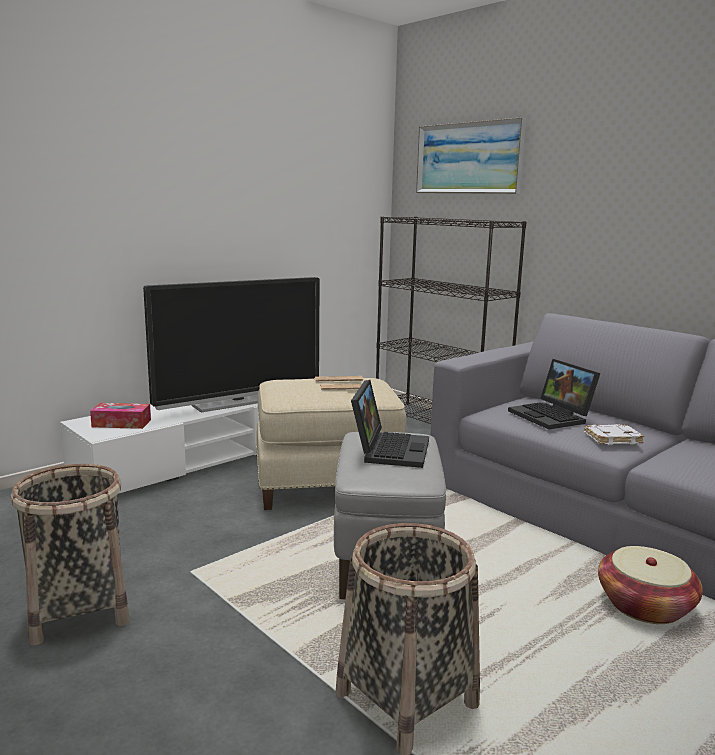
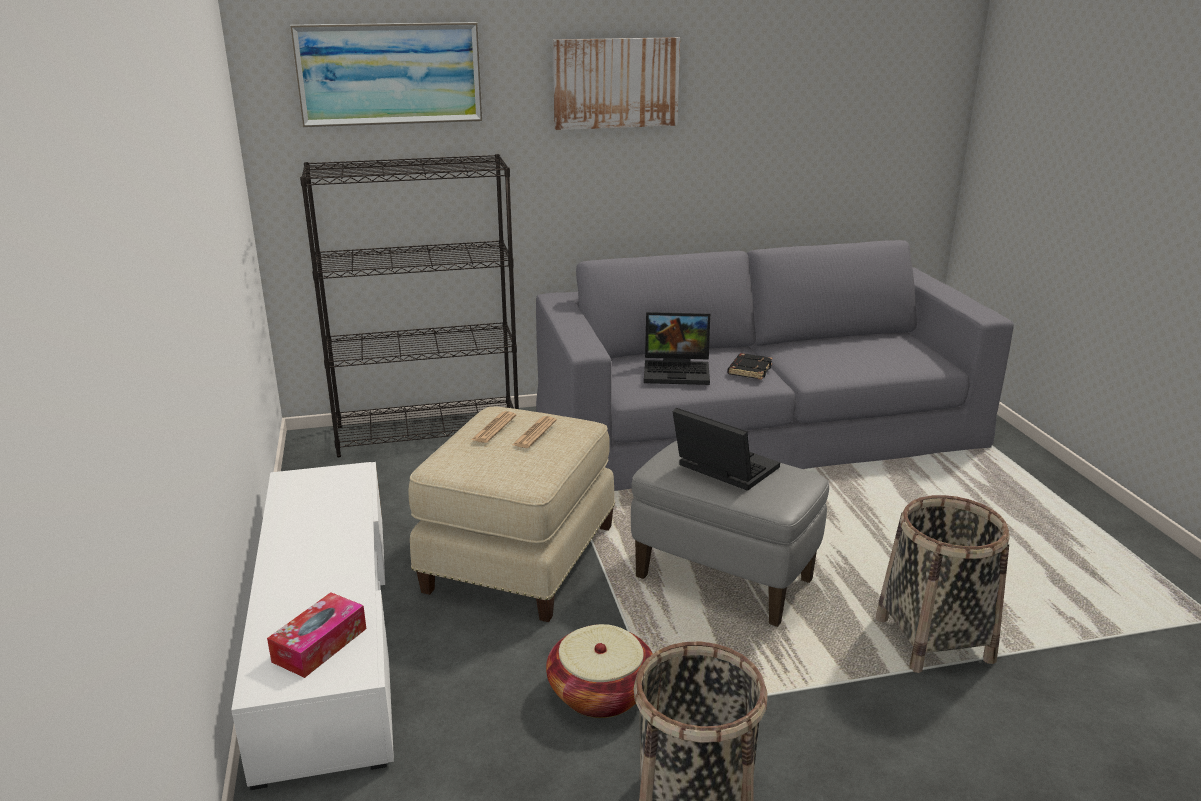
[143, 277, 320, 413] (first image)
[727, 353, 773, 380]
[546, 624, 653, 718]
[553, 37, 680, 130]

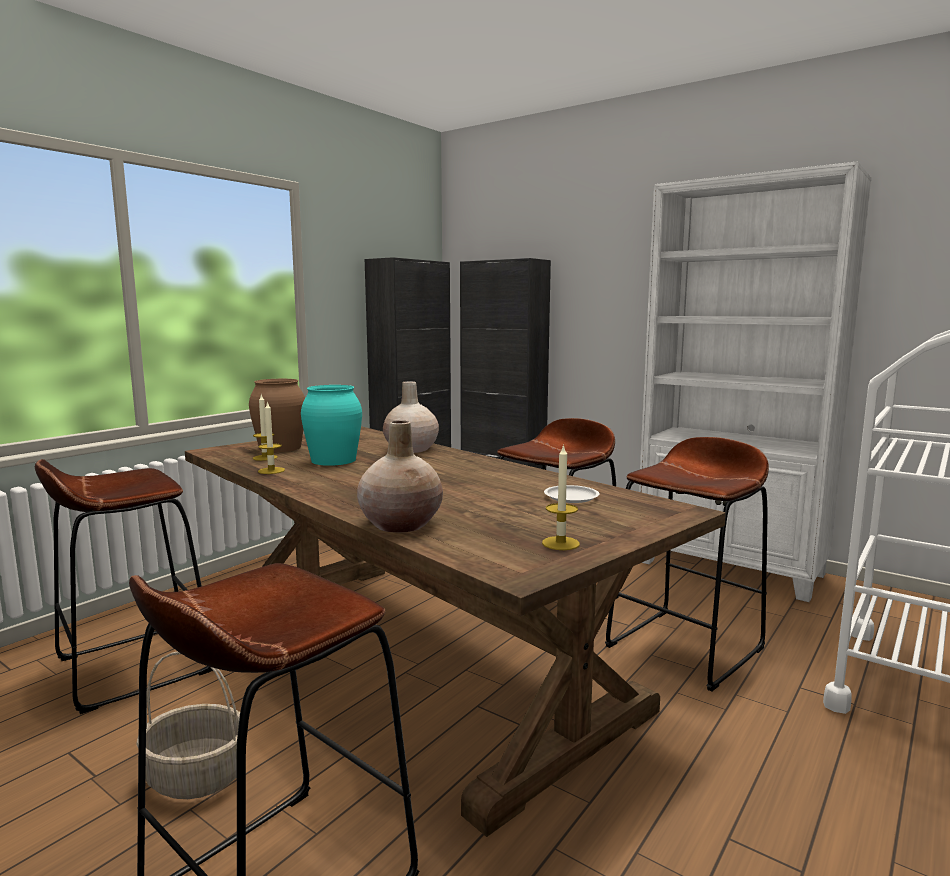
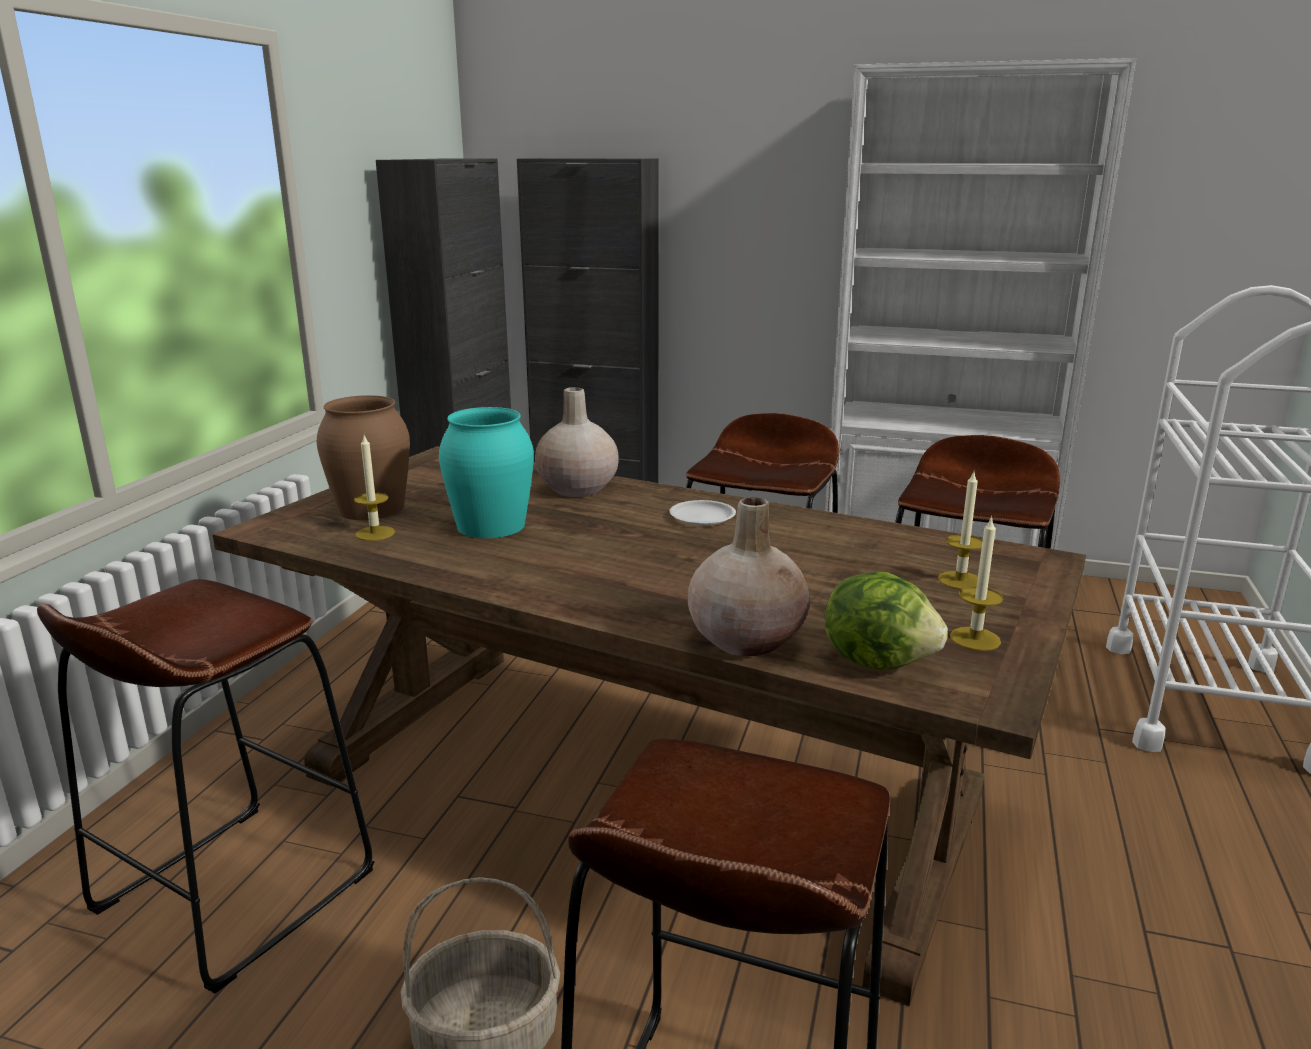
[938, 472, 983, 590]
[669, 500, 736, 526]
[825, 572, 948, 670]

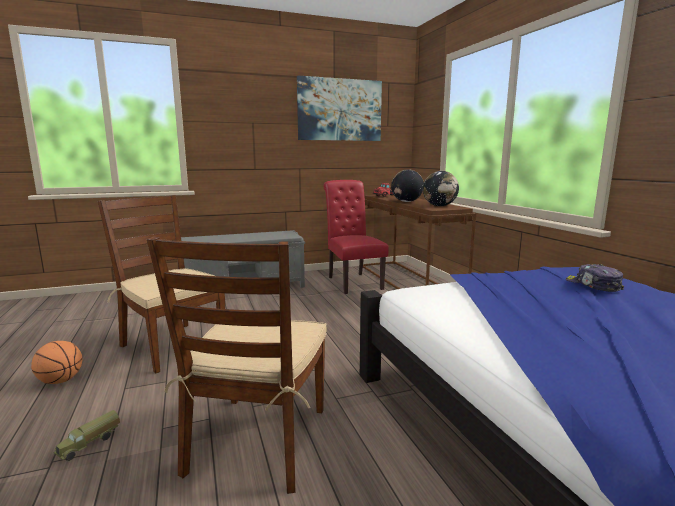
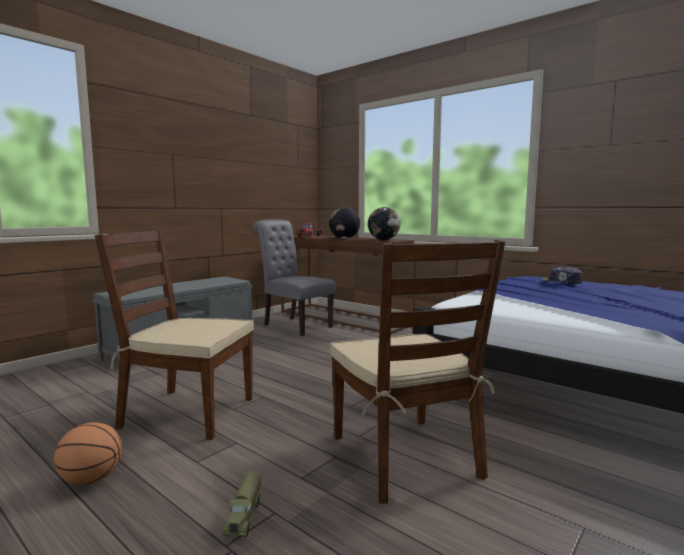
[297, 76, 382, 141] (first image)
[253, 219, 336, 336]

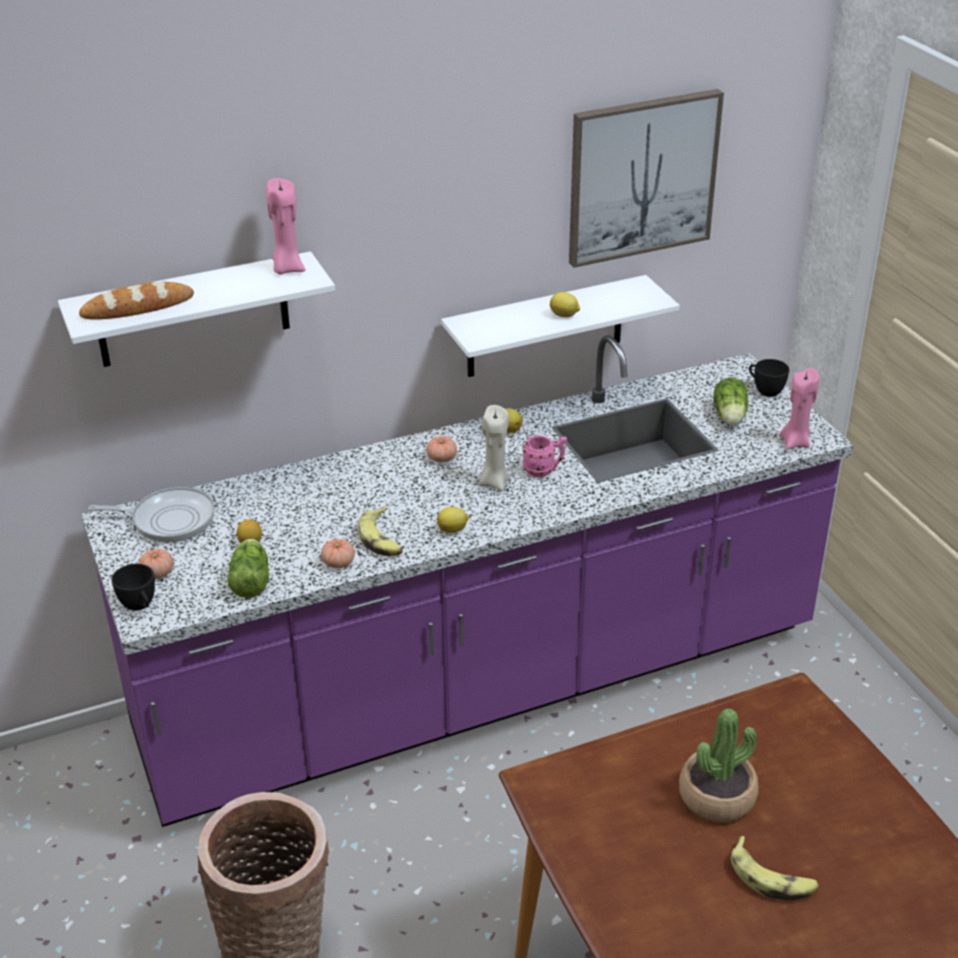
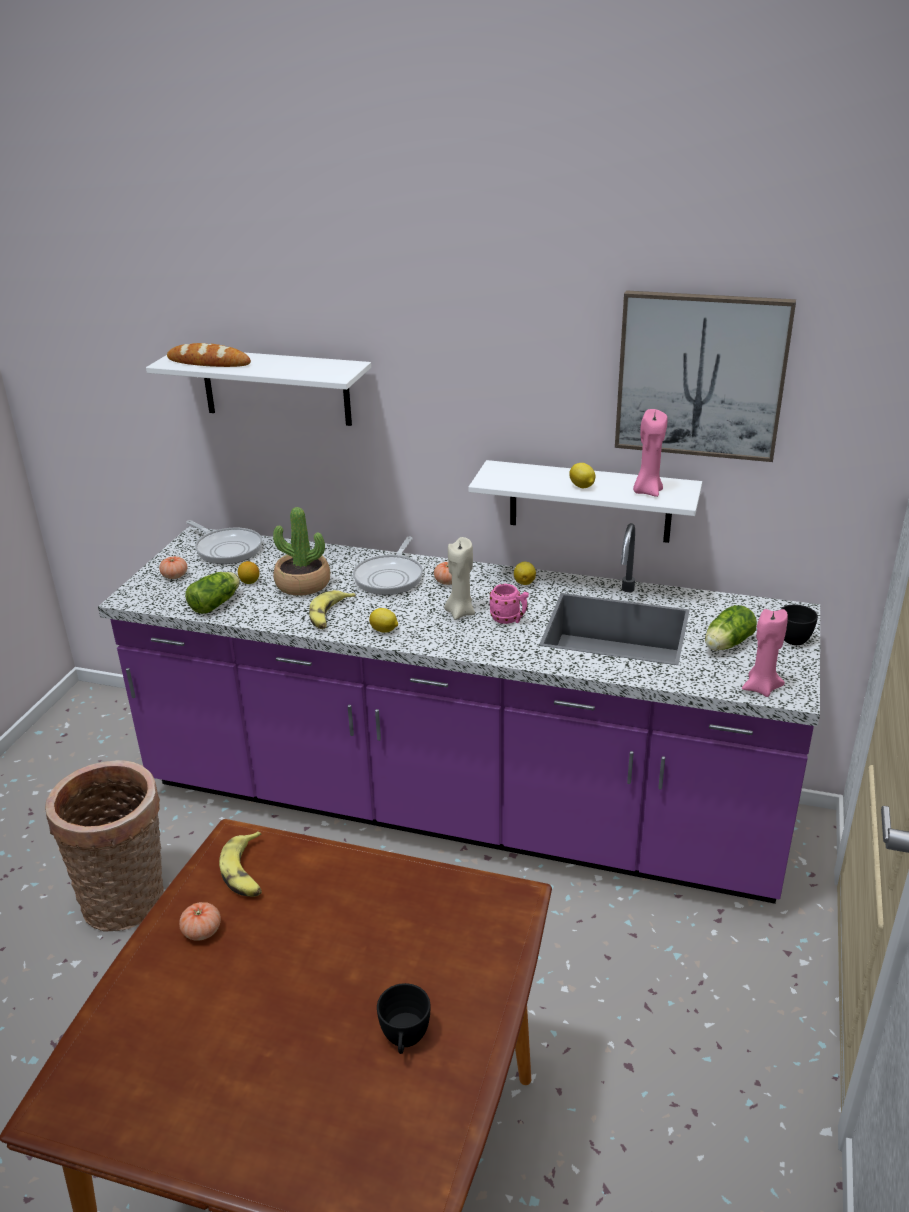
[633, 409, 668, 497]
[179, 902, 221, 941]
[377, 983, 430, 1054]
[273, 507, 330, 596]
[219, 831, 262, 897]
[353, 537, 423, 595]

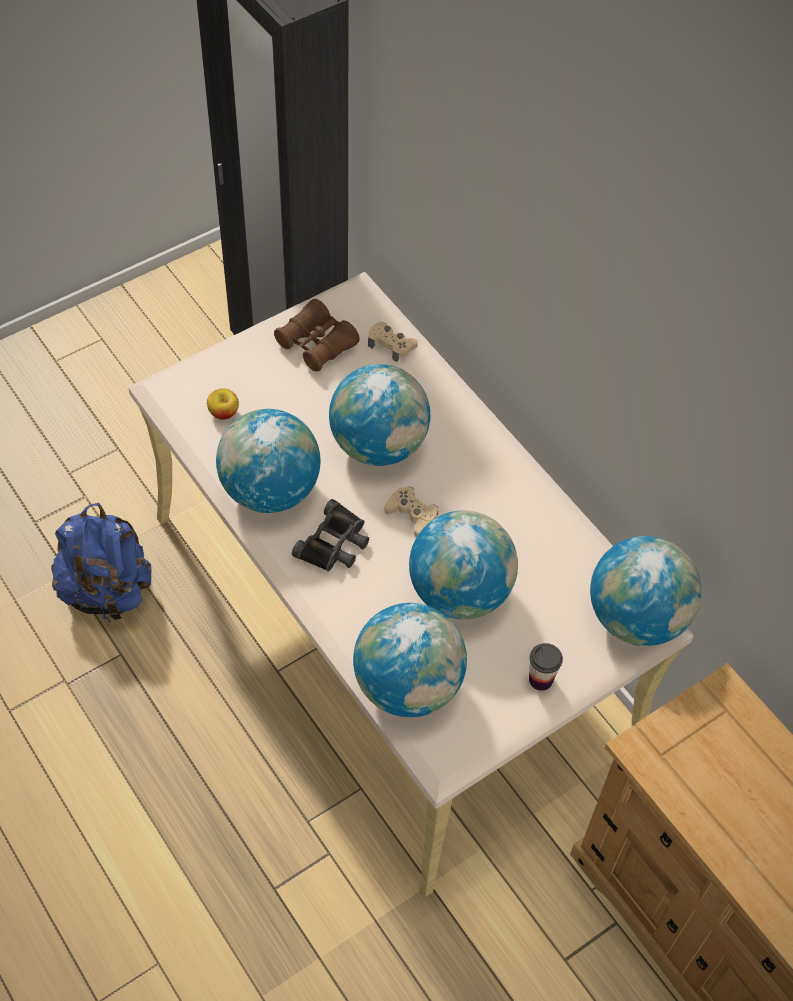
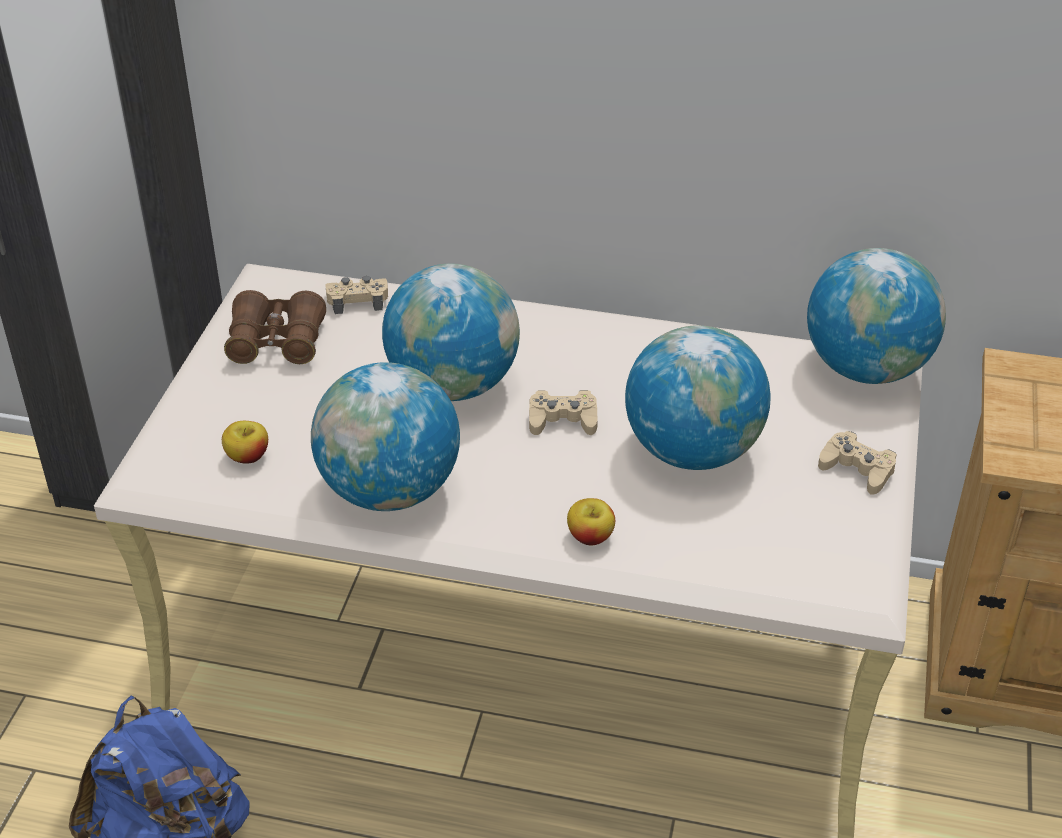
[292, 499, 369, 572] (first image)
[353, 603, 467, 717] (first image)
[818, 431, 897, 495]
[567, 498, 615, 545]

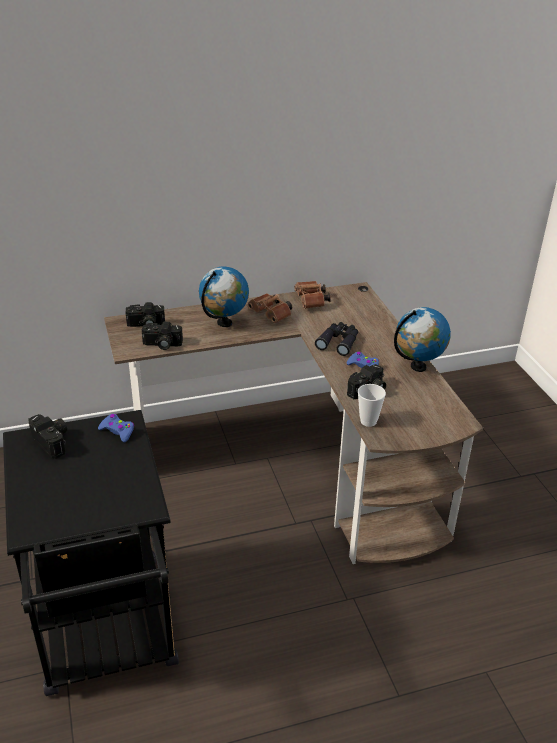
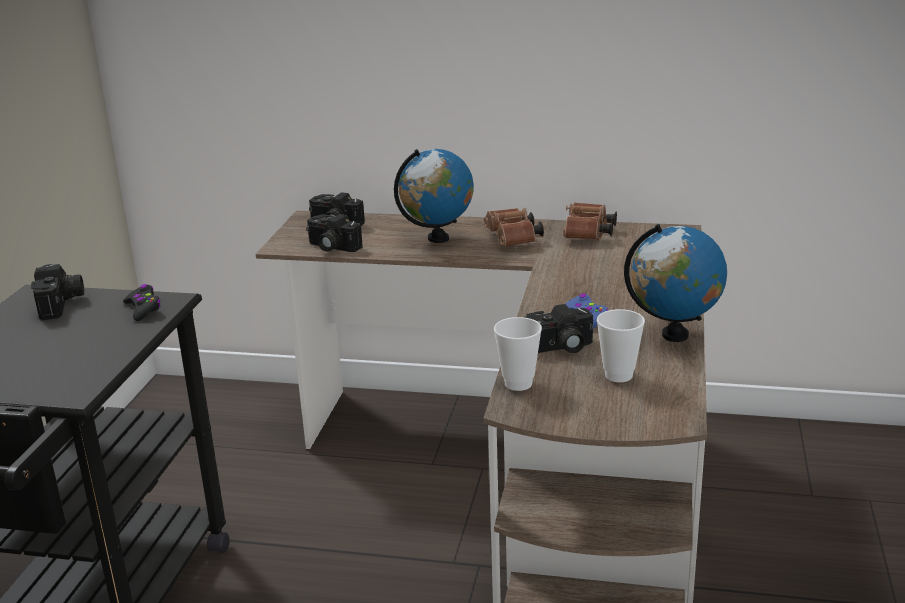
[315, 322, 358, 356] (first image)
[123, 284, 161, 321]
[597, 309, 645, 382]

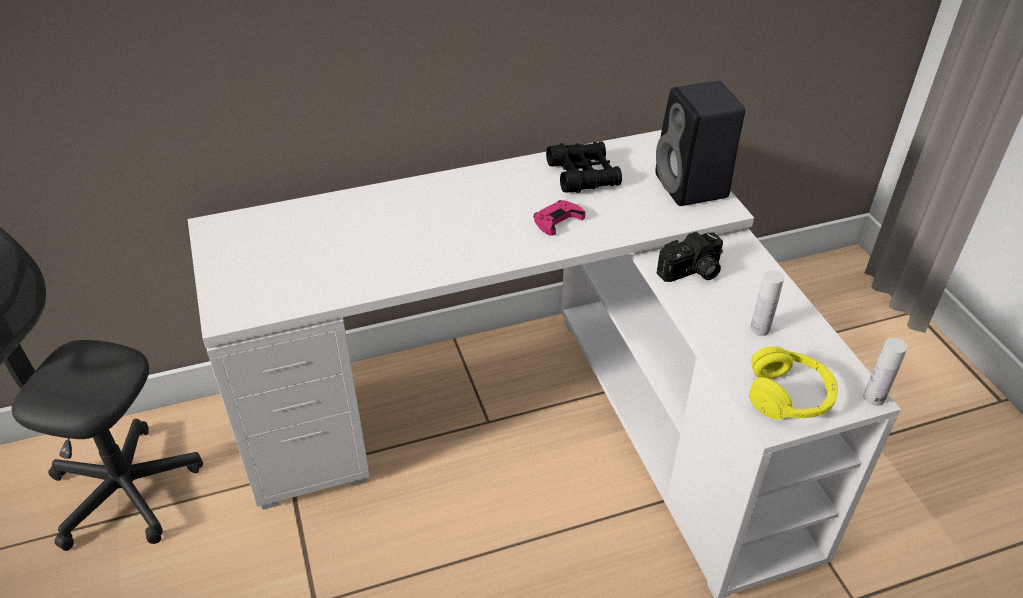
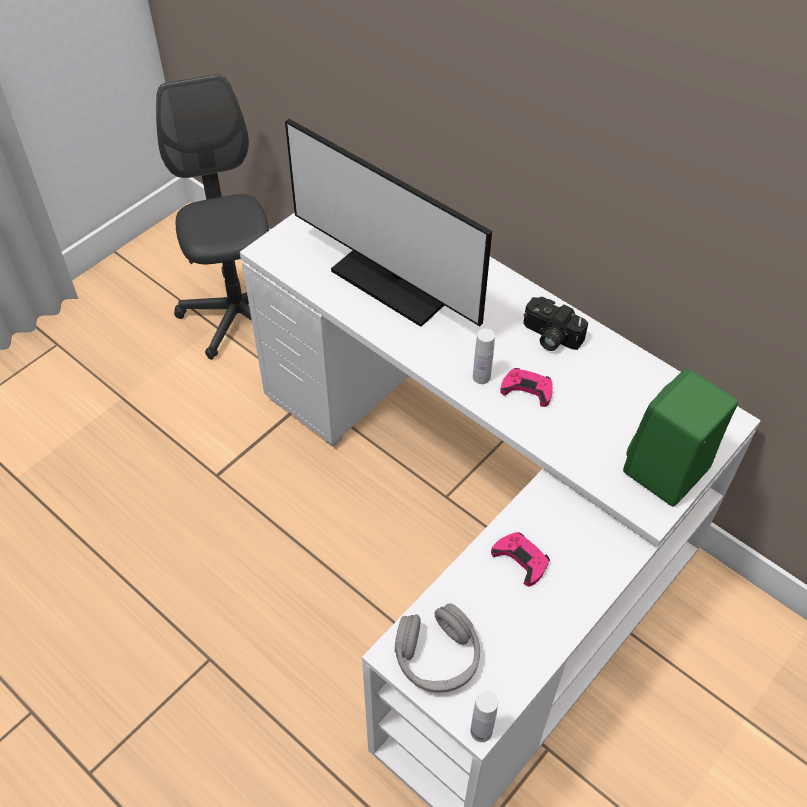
[623, 368, 738, 506]
[546, 141, 622, 193] (first image)
[523, 297, 588, 351]
[473, 328, 495, 384]
[395, 603, 480, 693]
[285, 118, 492, 327]
[491, 532, 550, 587]

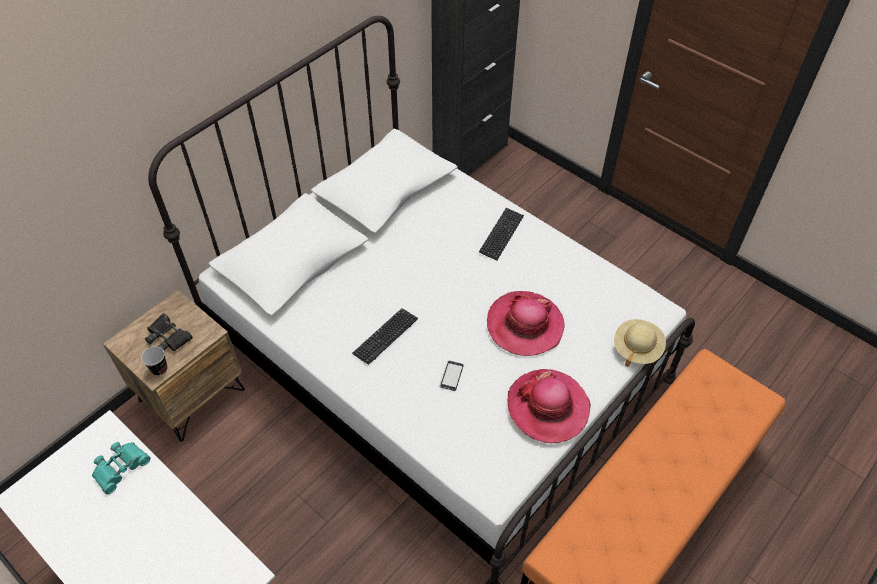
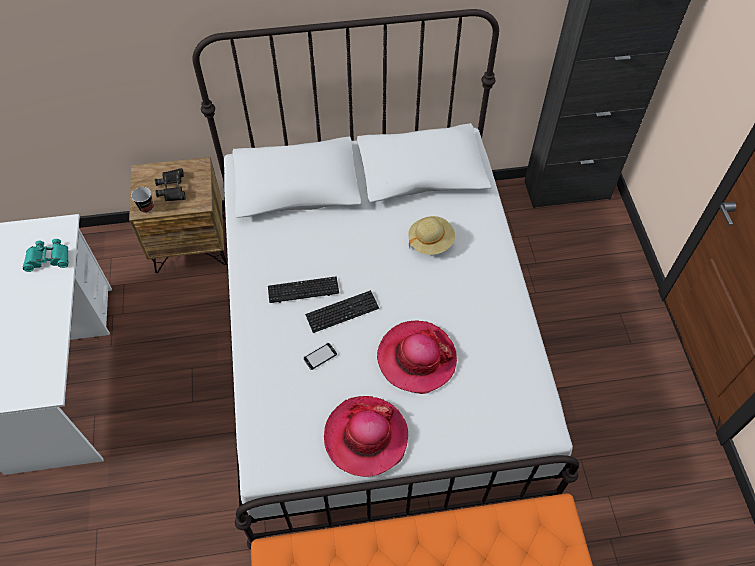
[305, 290, 379, 333]
[408, 216, 455, 255]

